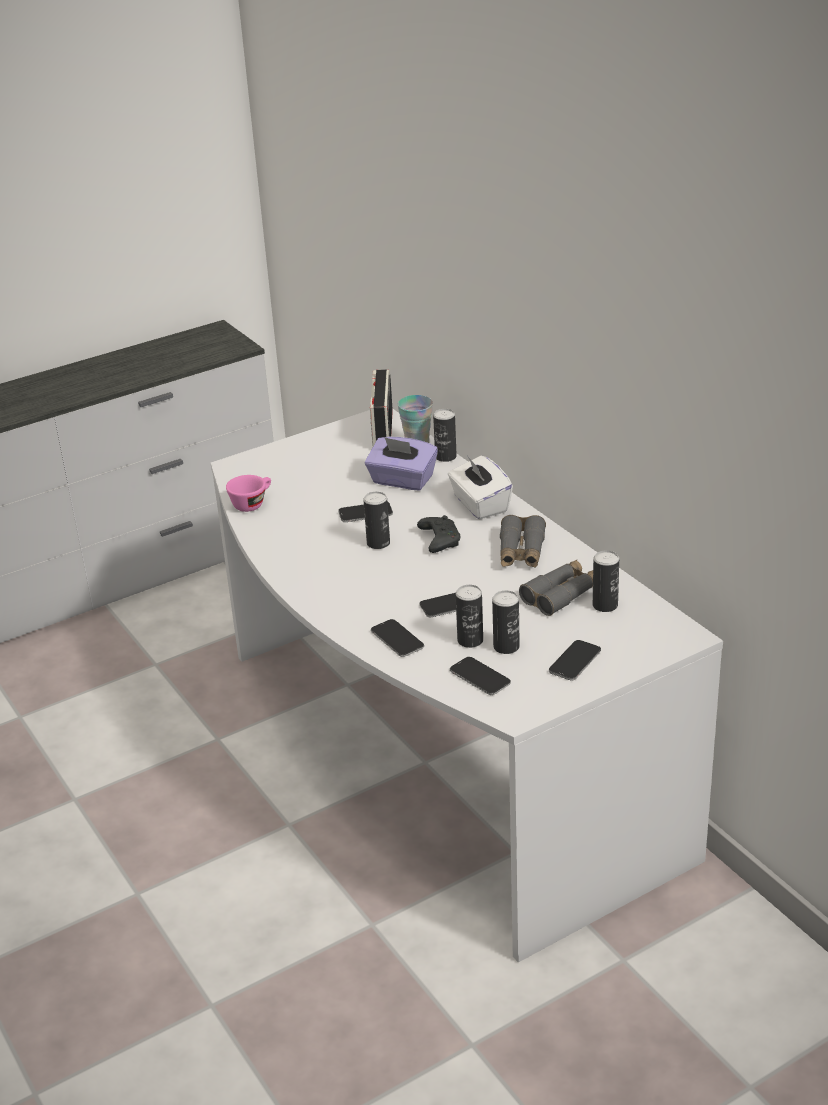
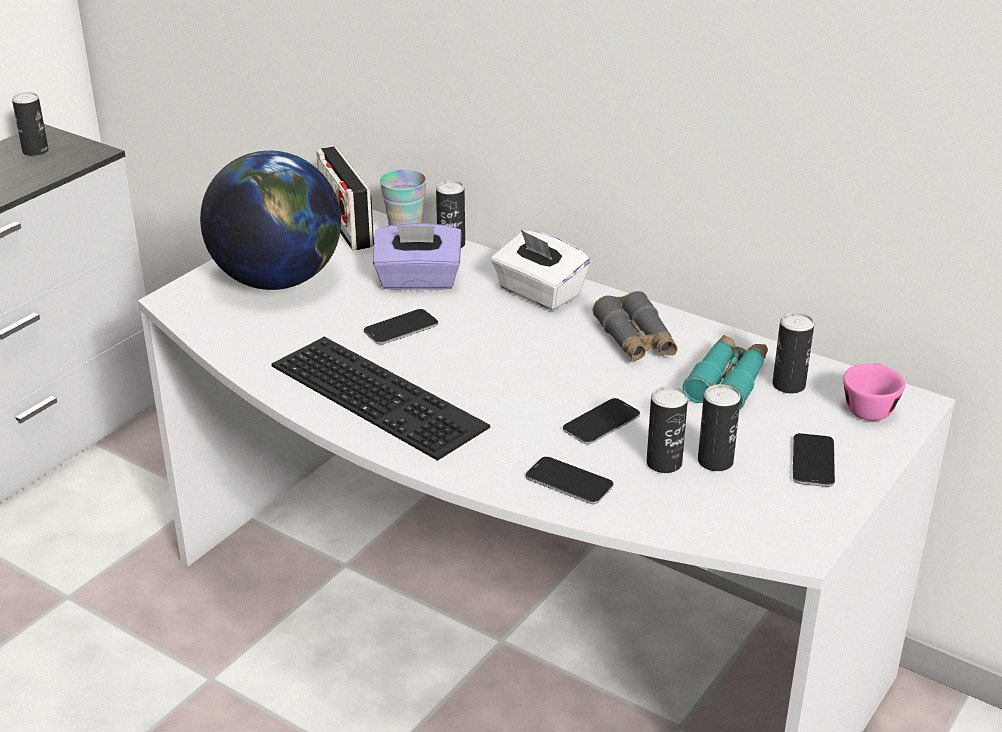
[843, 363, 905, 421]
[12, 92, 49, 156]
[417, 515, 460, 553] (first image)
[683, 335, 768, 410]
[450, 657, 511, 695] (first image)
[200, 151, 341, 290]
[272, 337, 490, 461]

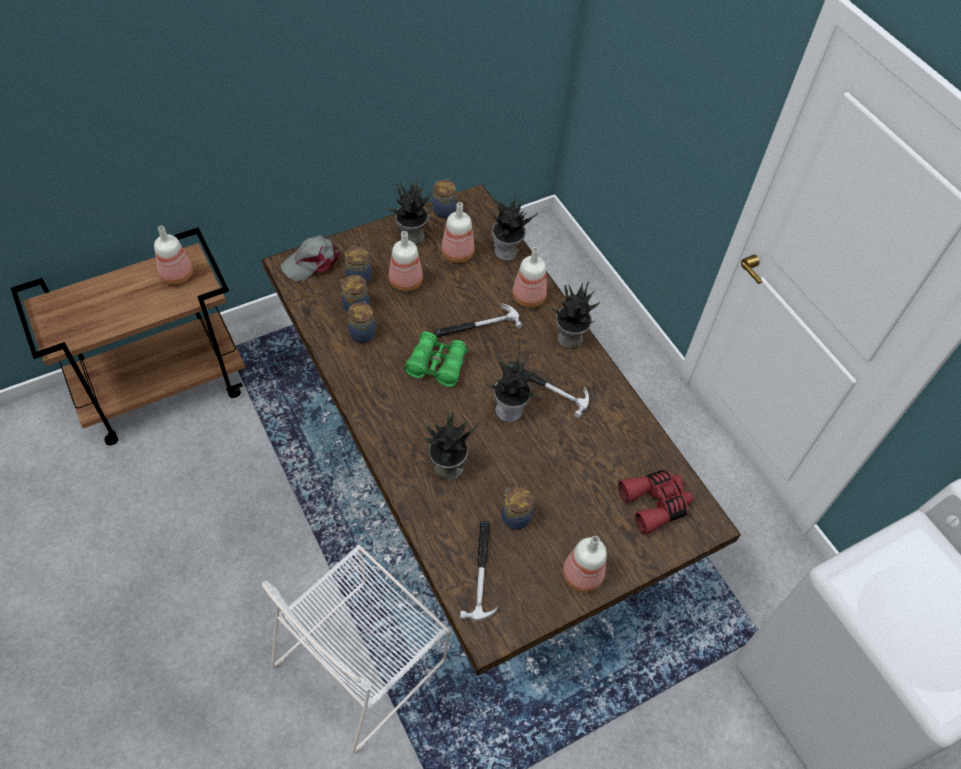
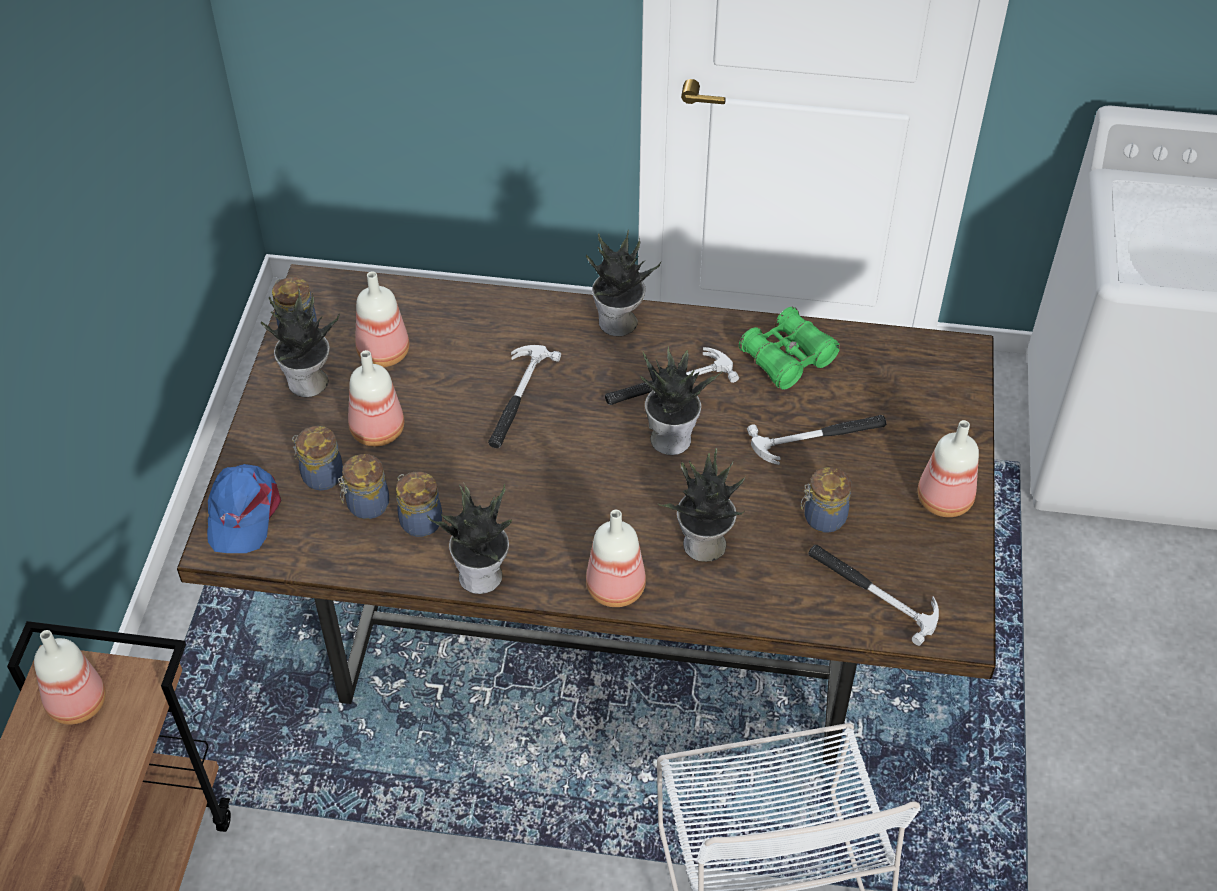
[427, 482, 512, 594]
[207, 464, 281, 553]
[586, 510, 646, 607]
[739, 307, 840, 390]
[618, 469, 693, 535] (first image)
[747, 415, 886, 465]

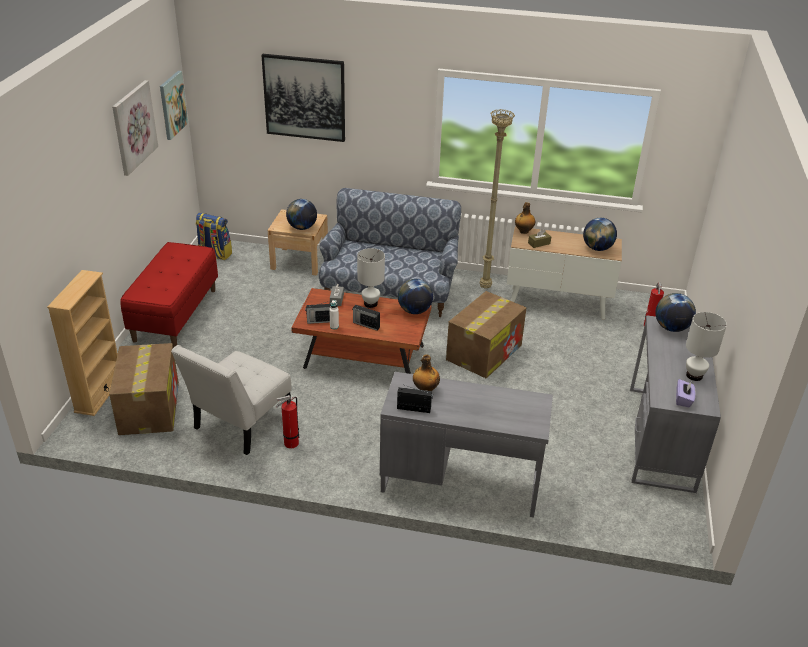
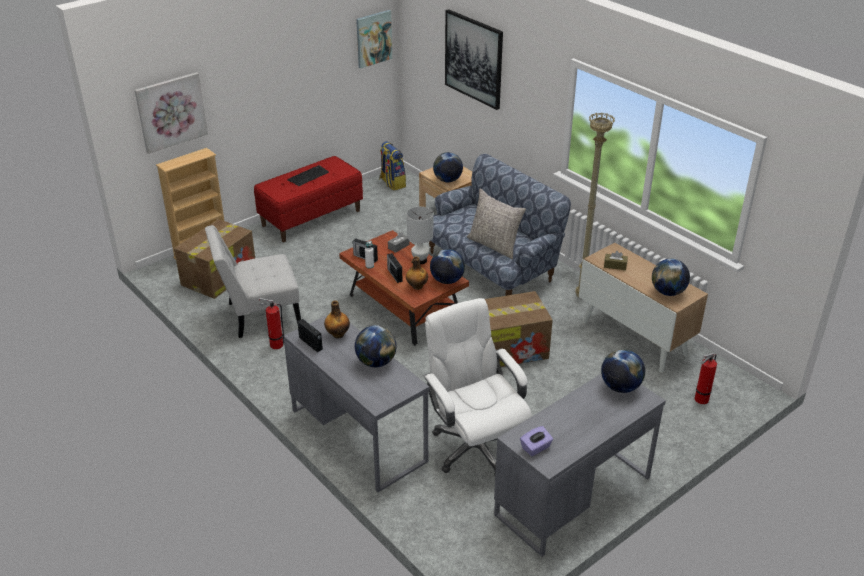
[135, 72, 208, 154]
[406, 256, 428, 290]
[686, 312, 727, 381] (first image)
[287, 165, 329, 186]
[467, 189, 526, 259]
[423, 298, 532, 476]
[355, 325, 397, 367]

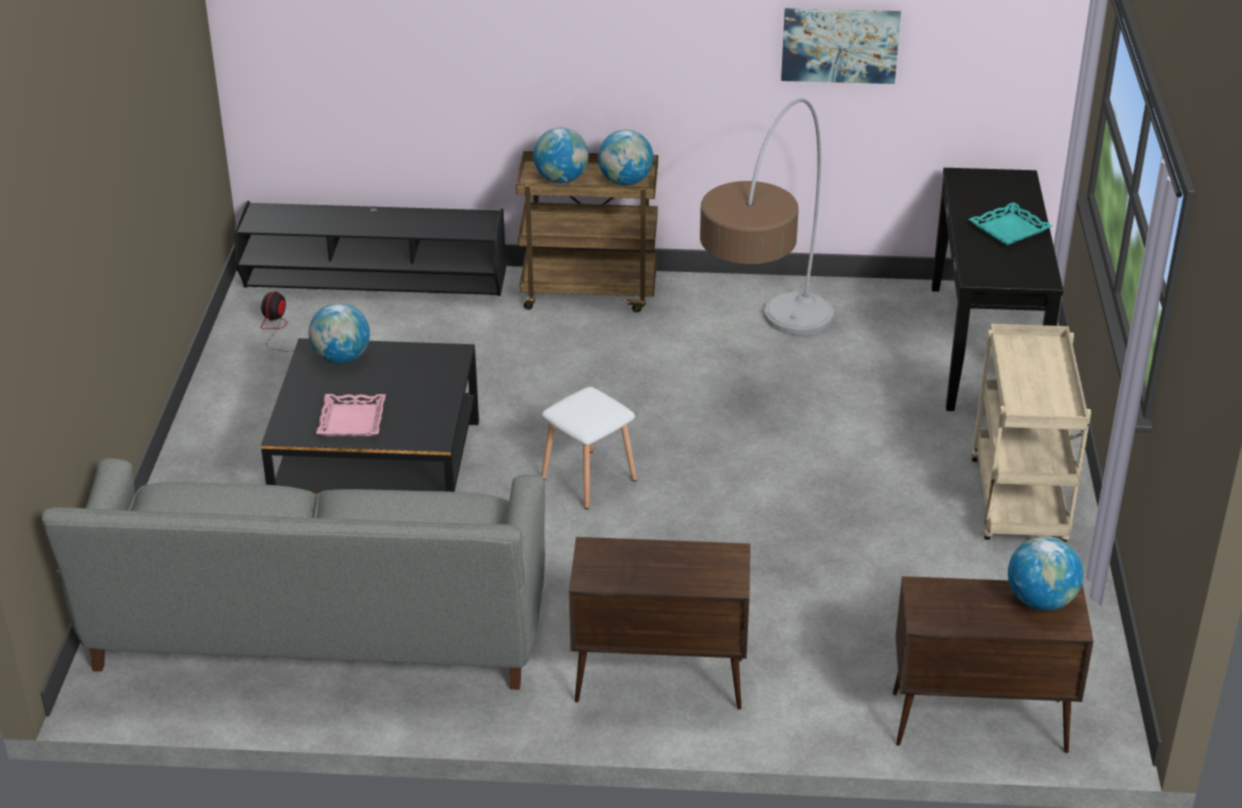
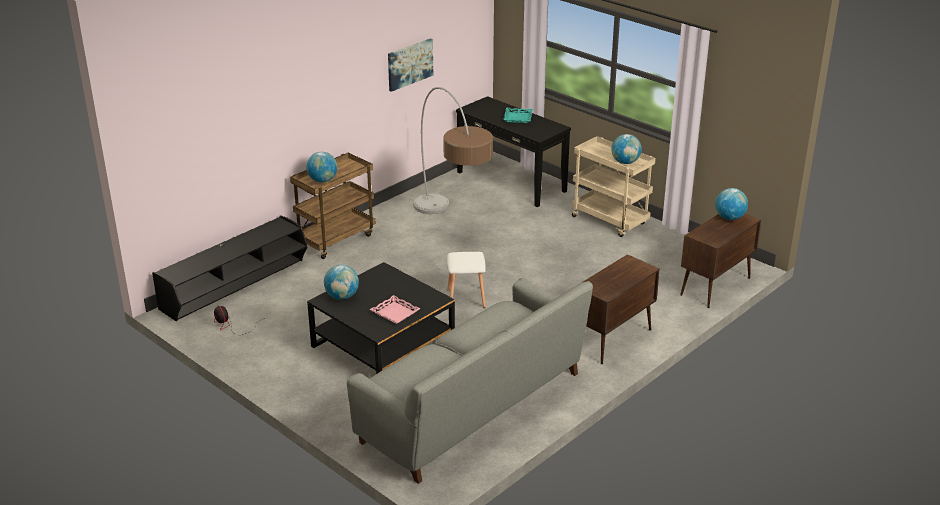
[611, 134, 642, 164]

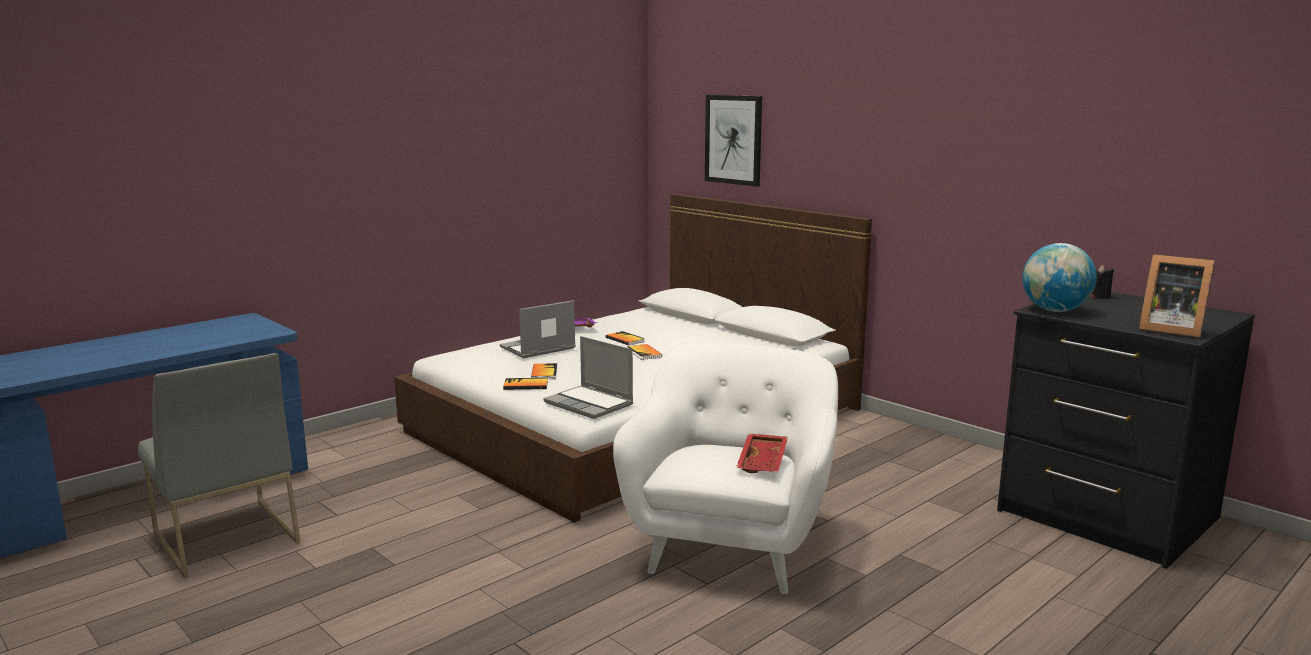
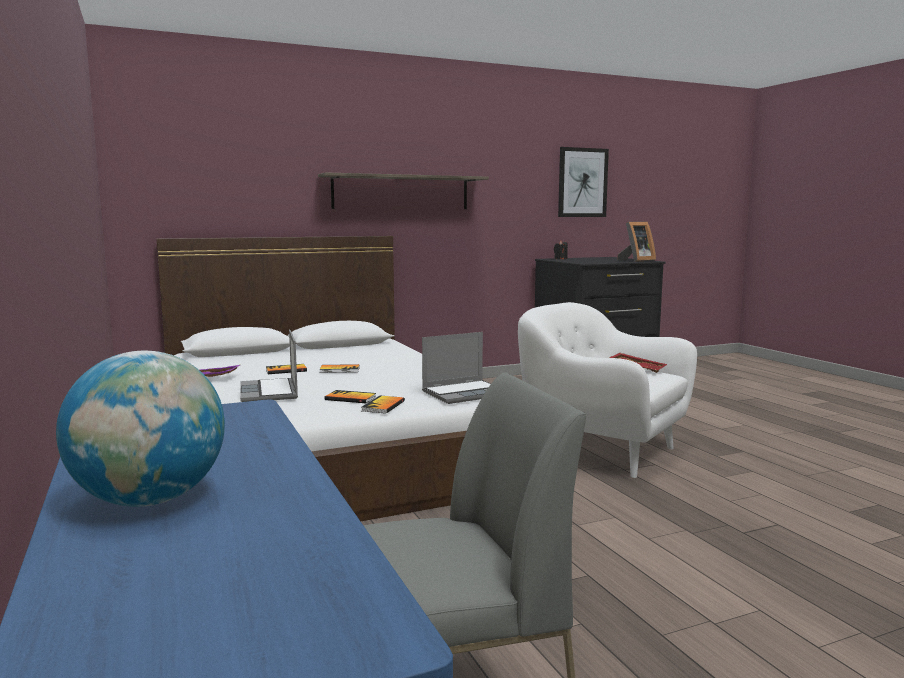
[558, 147, 609, 217]
[56, 351, 225, 507]
[318, 172, 489, 209]

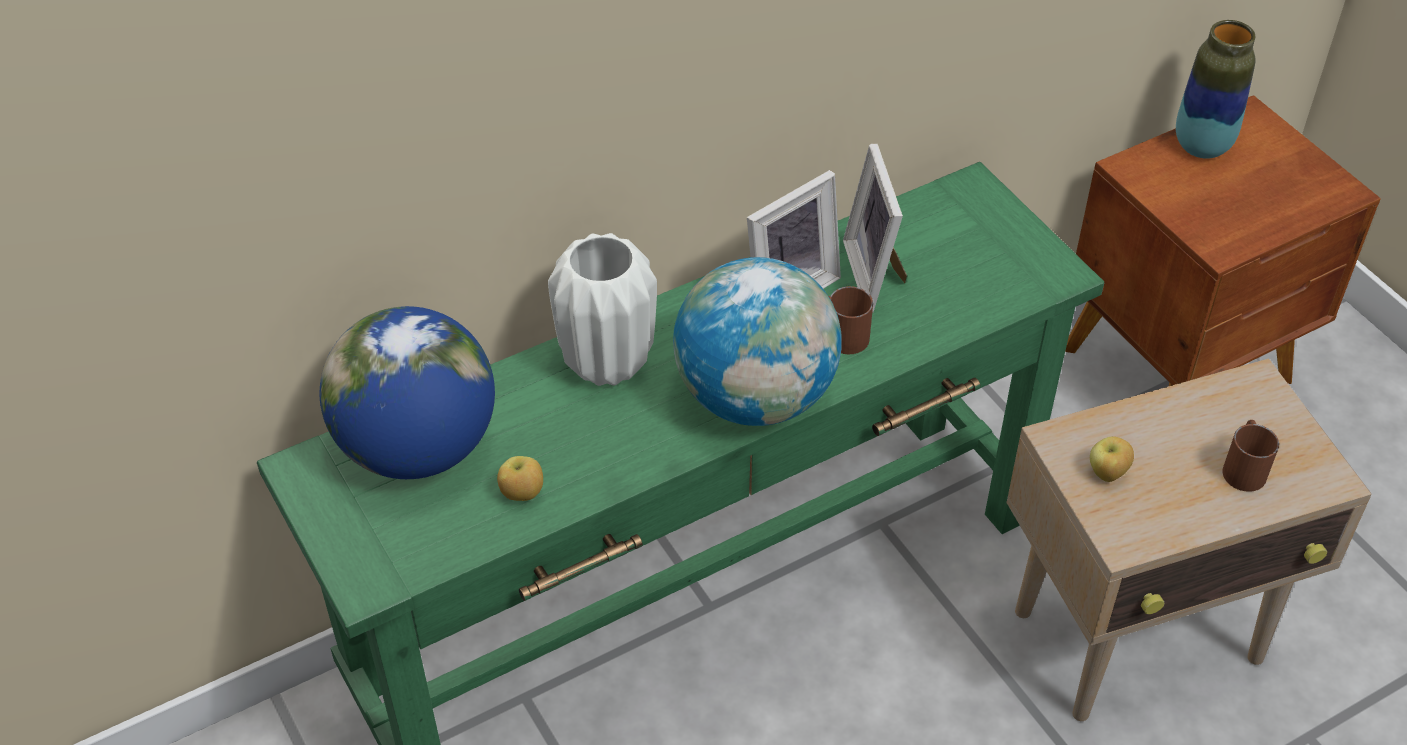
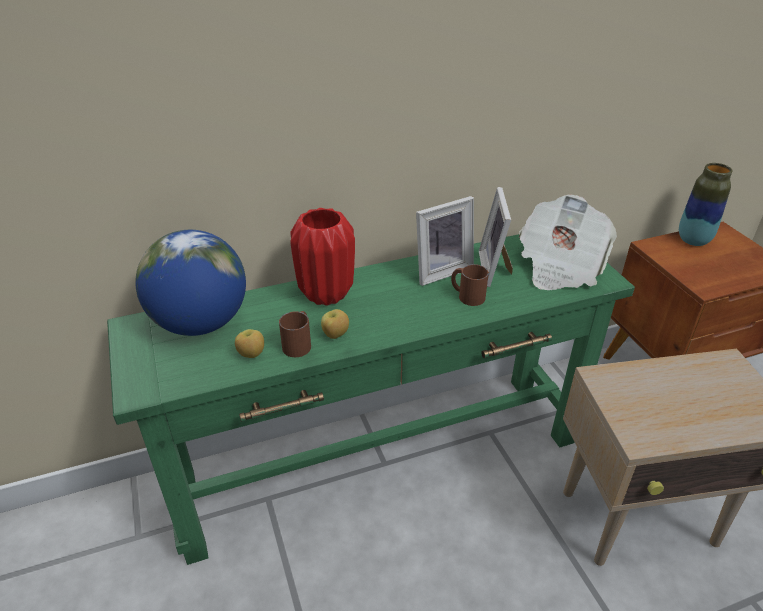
[290, 208, 355, 306]
[673, 257, 842, 426] (first image)
[279, 311, 311, 357]
[321, 309, 349, 339]
[519, 195, 617, 290]

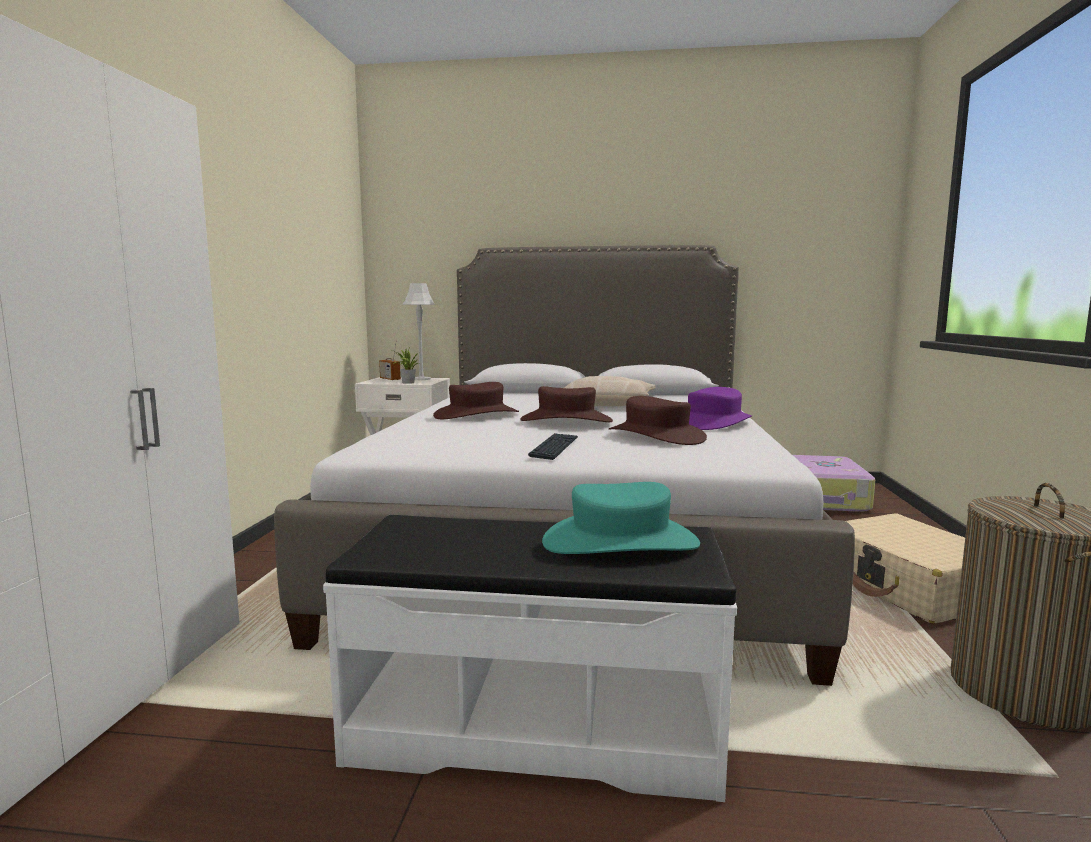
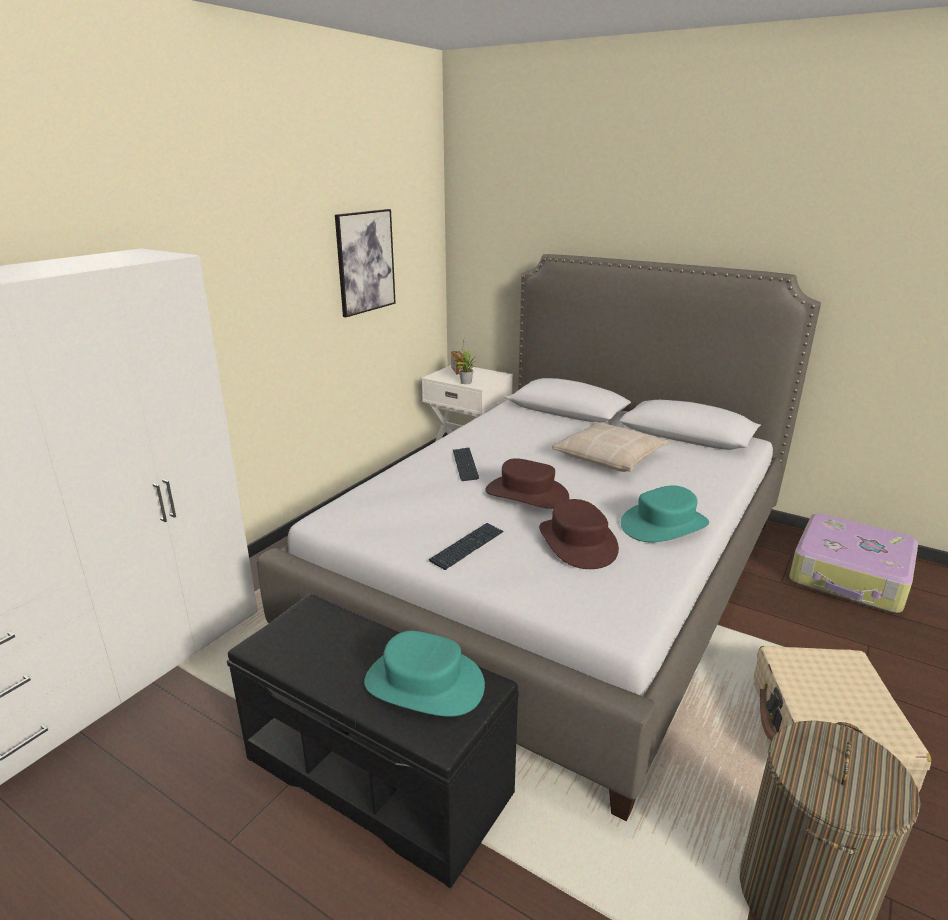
[402, 283, 435, 380] (first image)
[453, 448, 479, 481]
[621, 485, 709, 542]
[227, 594, 519, 889]
[335, 209, 396, 317]

